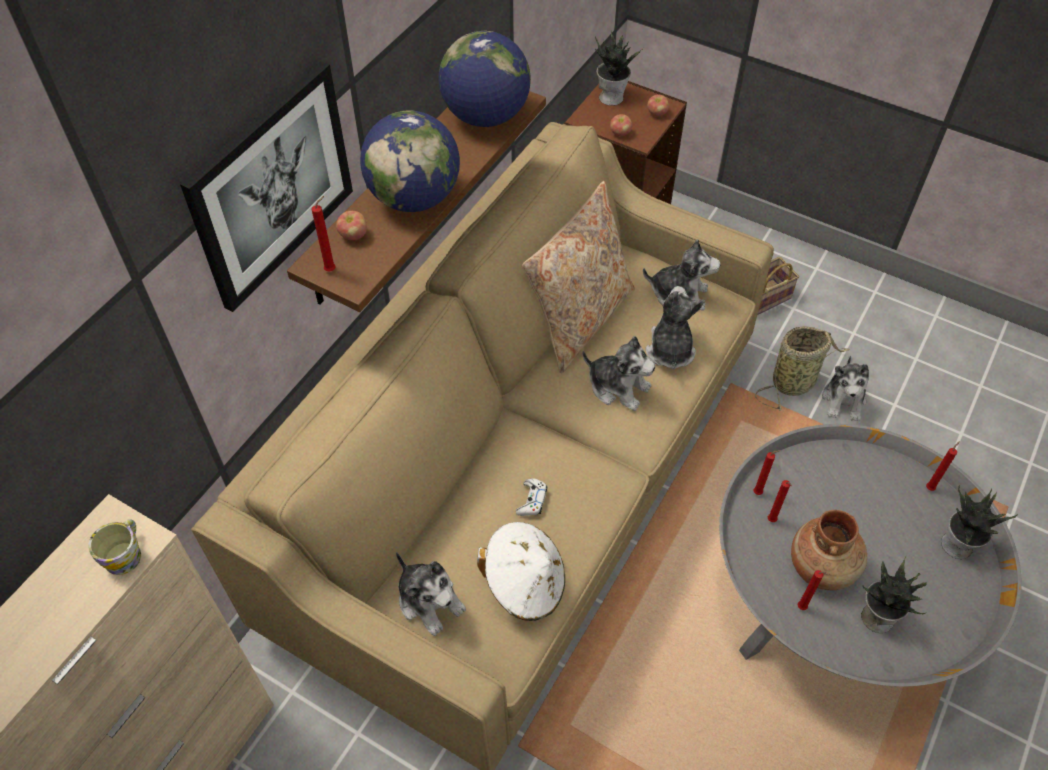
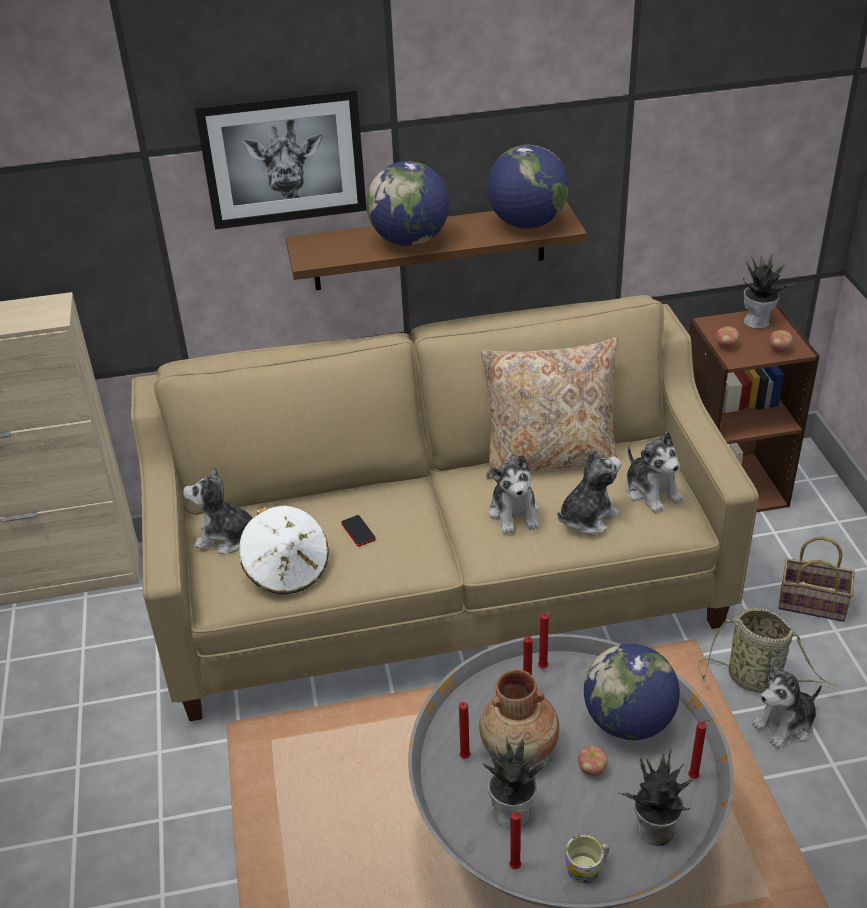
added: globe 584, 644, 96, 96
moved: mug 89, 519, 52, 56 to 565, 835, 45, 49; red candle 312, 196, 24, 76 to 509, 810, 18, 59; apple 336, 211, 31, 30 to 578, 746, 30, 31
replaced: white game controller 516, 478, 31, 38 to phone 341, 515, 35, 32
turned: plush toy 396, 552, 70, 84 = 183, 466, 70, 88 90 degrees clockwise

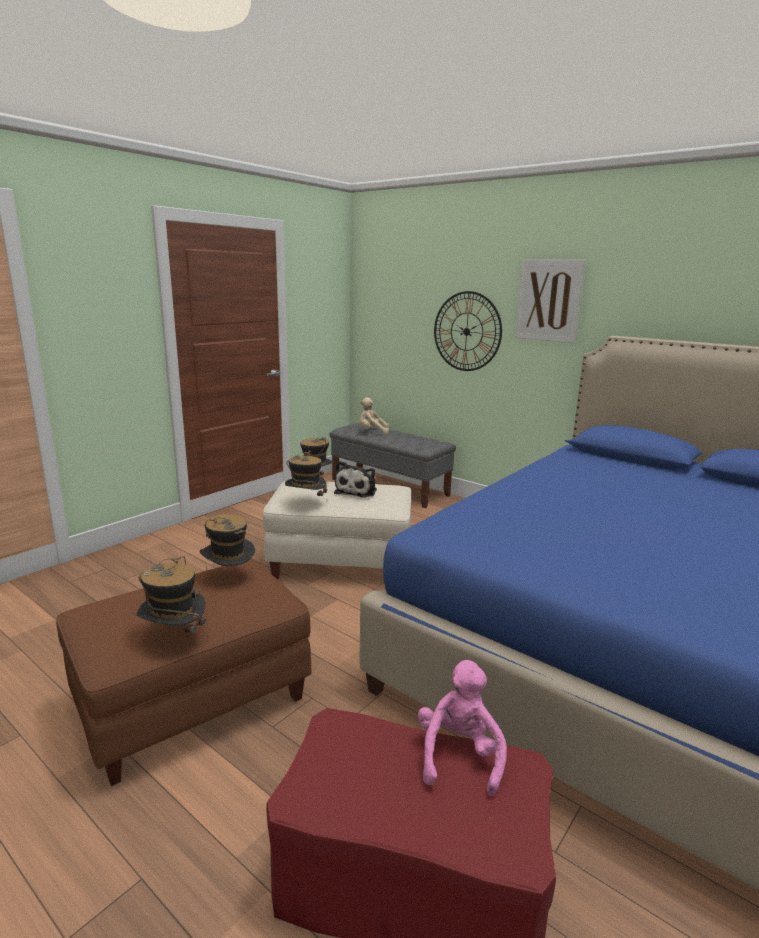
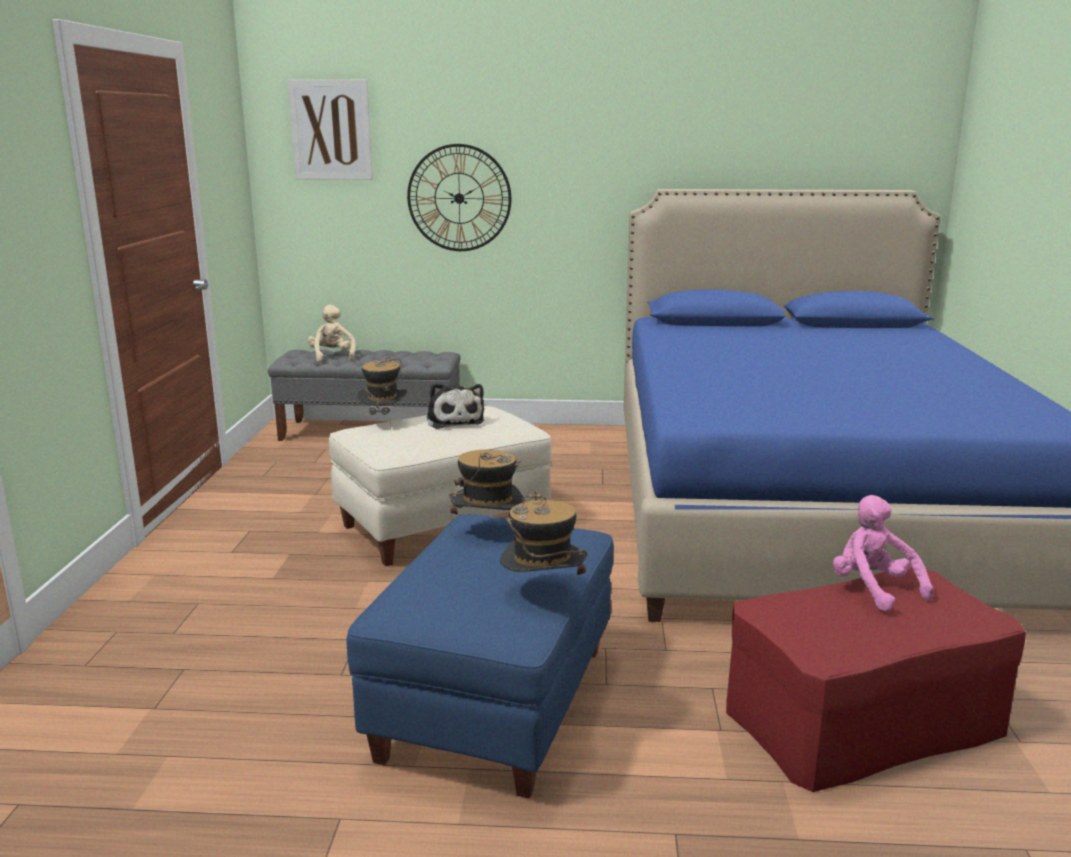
removed: hat 285, 451, 42, 45
moved: picture 515, 260, 71, 83 to 288, 80, 85, 100
recoloured: brown ottoman 56, 559, 255, 227 to blue ottoman 346, 514, 268, 285
turned: beige plush toy 359, 398, 31, 36 = 308, 305, 48, 57 105 degrees clockwise

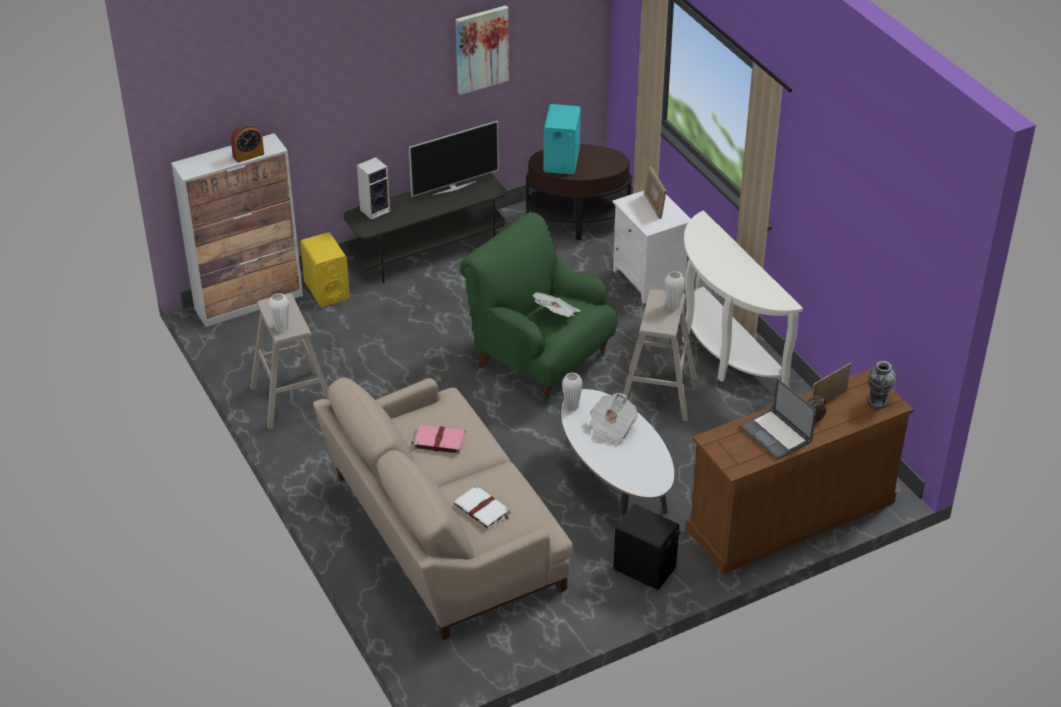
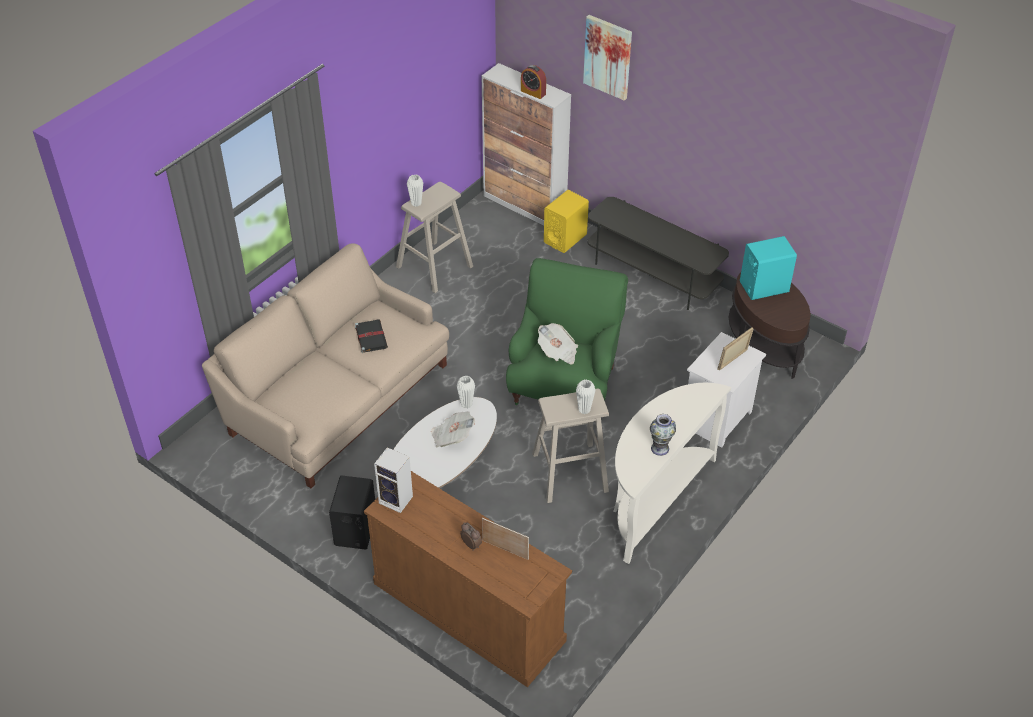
removed: television 409, 121, 90, 76; white book 454, 485, 57, 44; laptop 740, 378, 76, 82
moved: speaker 357, 157, 33, 63 to 374, 447, 39, 66; picture 456, 5, 53, 90 to 583, 15, 49, 86; vase 868, 361, 28, 48 to 650, 414, 26, 42
recoloured: pink book 411, 424, 55, 30 to black book 355, 320, 33, 33

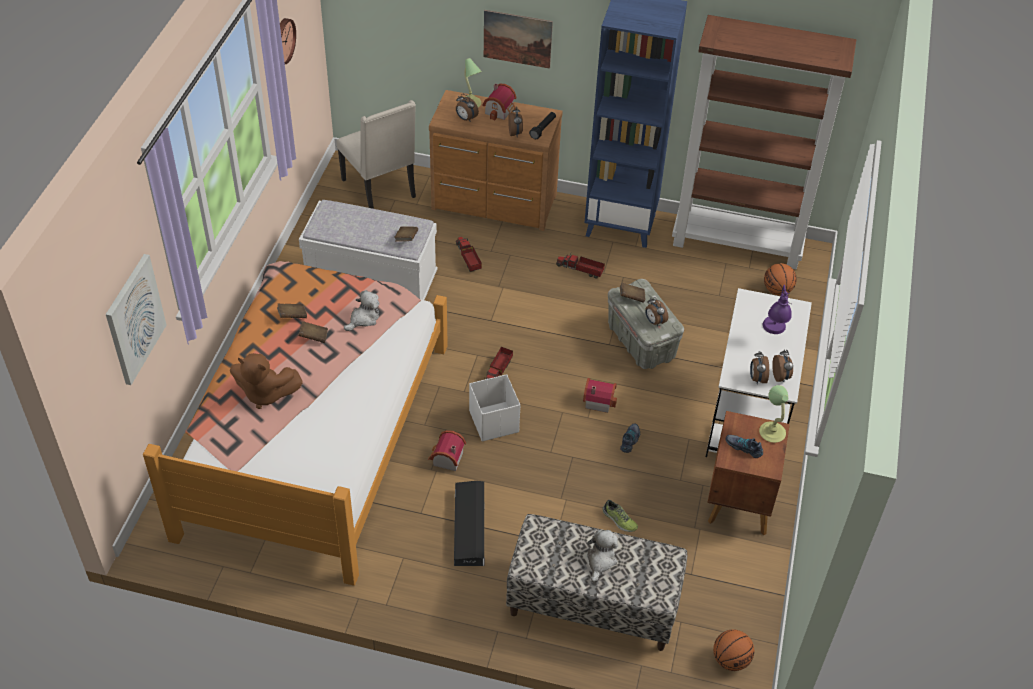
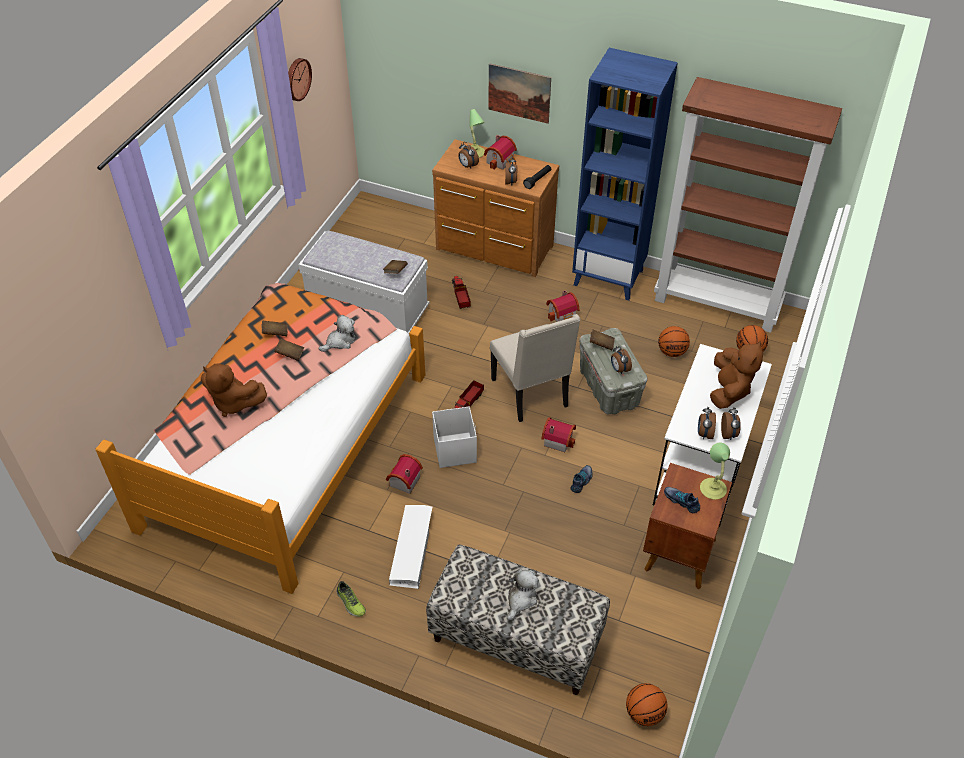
removed: picture 106, 254, 60, 131
added: basketball 658, 326, 32, 31
moved: beige chair 337, 100, 79, 109 to 490, 314, 90, 108; shoe 603, 500, 35, 32 to 337, 581, 29, 36
replaced: toy truck 556, 255, 49, 24 to toy house 546, 290, 34, 32; purple table lamp 763, 285, 29, 49 to brown plush toy 710, 341, 53, 68
recoloured: black storage box 454, 481, 30, 85 to white storage box 389, 505, 43, 84

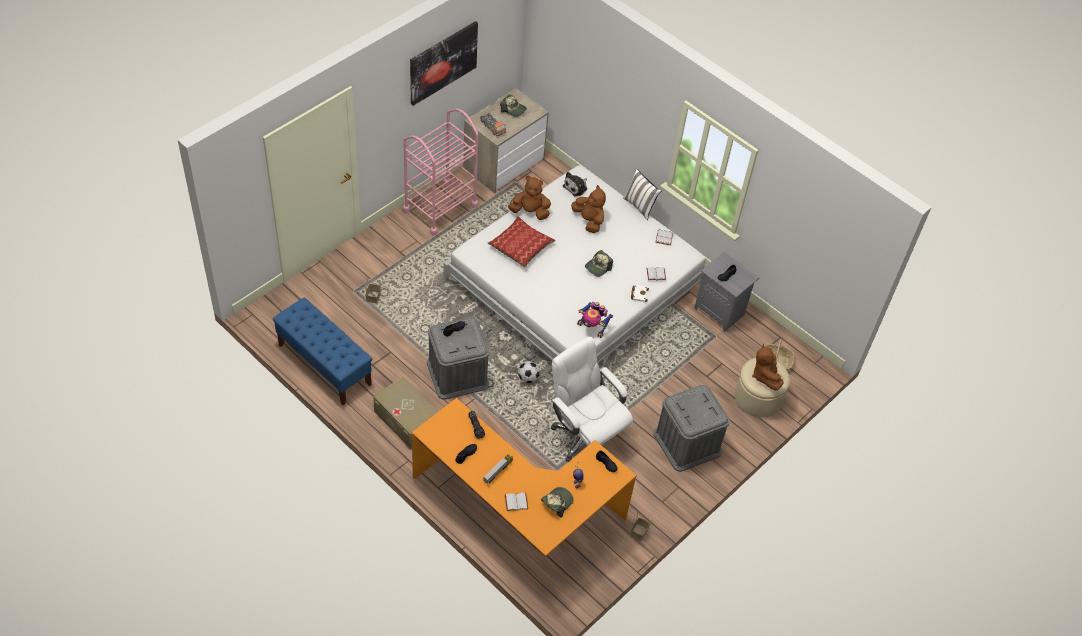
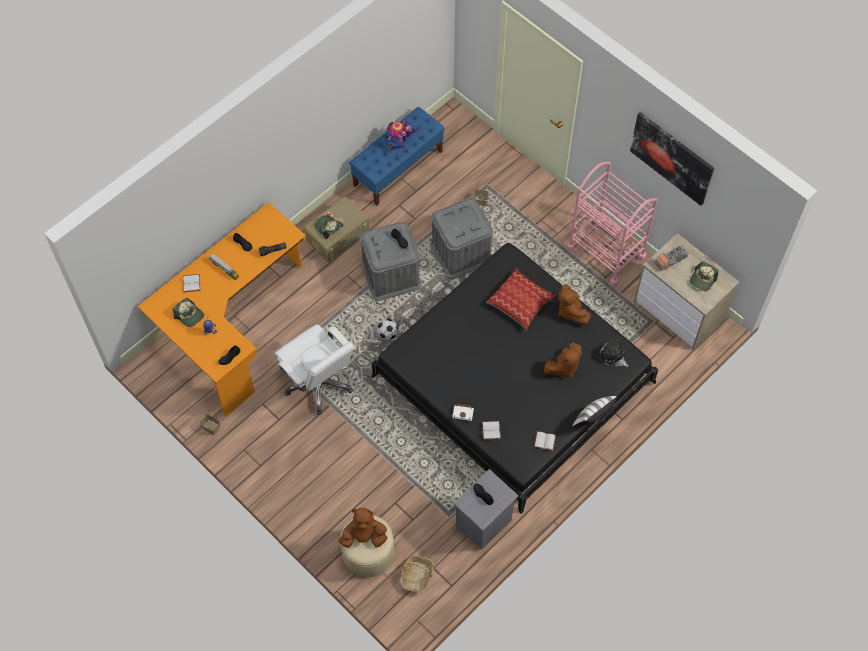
moved: toy robot 577, 301, 36, 37 to 387, 119, 32, 32; cap 585, 250, 28, 27 to 315, 215, 28, 24; grey storage box 653, 385, 77, 87 to 430, 198, 63, 81
recoloured: white bed 442, 165, 264, 198 to black bed 371, 243, 288, 271
turned: brown plush toy 508, 176, 43, 44 = 558, 284, 33, 41 150 degrees clockwise; white office chair 551, 336, 82, 126 = 275, 324, 80, 91 90 degrees clockwise

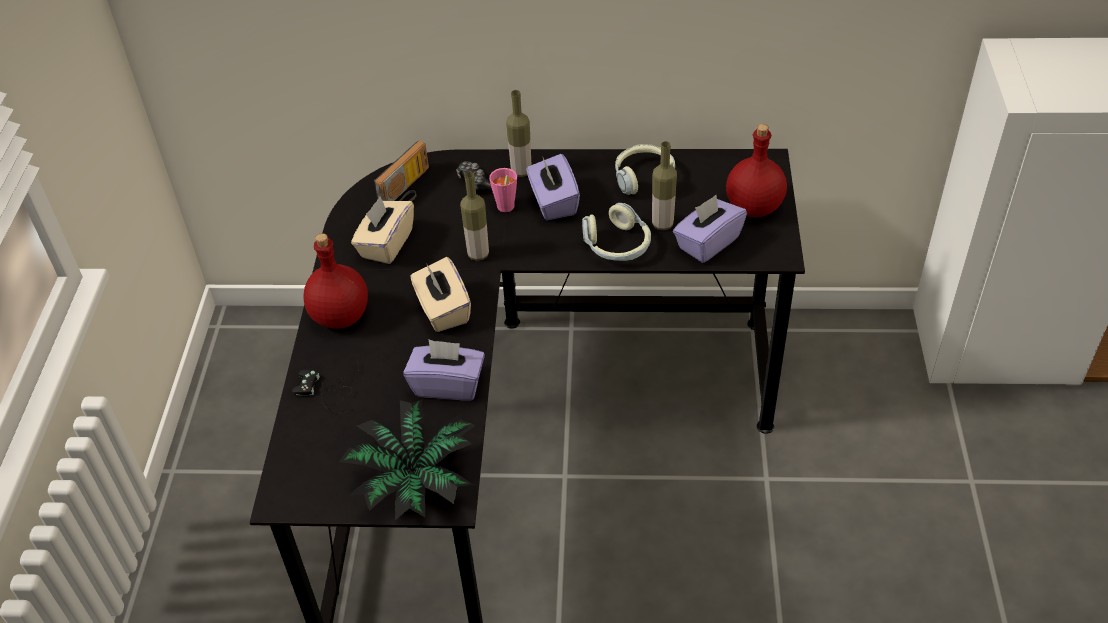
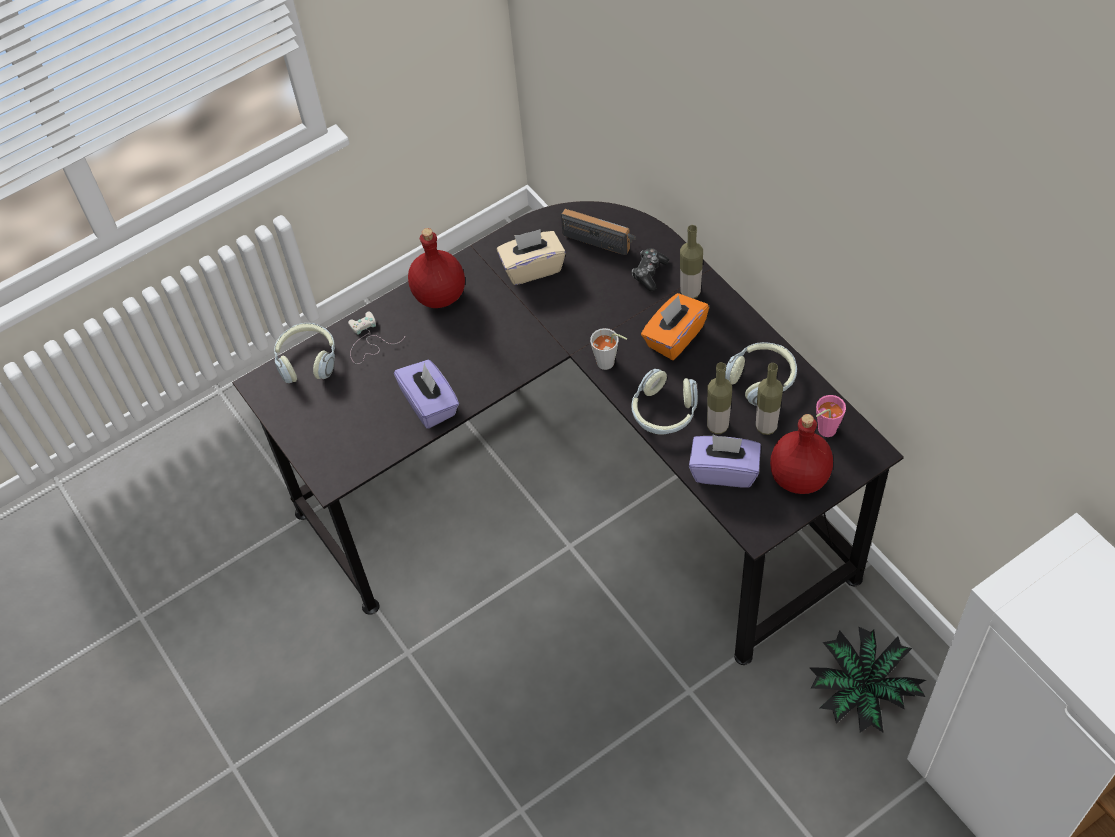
removed: beige tissue box 410, 257, 61, 75
added: headphones 274, 323, 61, 60; grey cup 590, 328, 37, 42
moved: potted plant 339, 400, 137, 120 to 809, 626, 117, 106; bottle 460, 172, 29, 89 to 756, 363, 27, 72; pink cup 489, 168, 28, 44 to 816, 395, 30, 42
recoloured: black game controller 292, 360, 67, 53 to white game controller 348, 311, 58, 53; purple tissue box 527, 154, 53, 66 to orange tissue box 641, 293, 68, 67
turned: radio 374, 141, 55, 60 = 561, 209, 75, 46 150 degrees counterclockwise

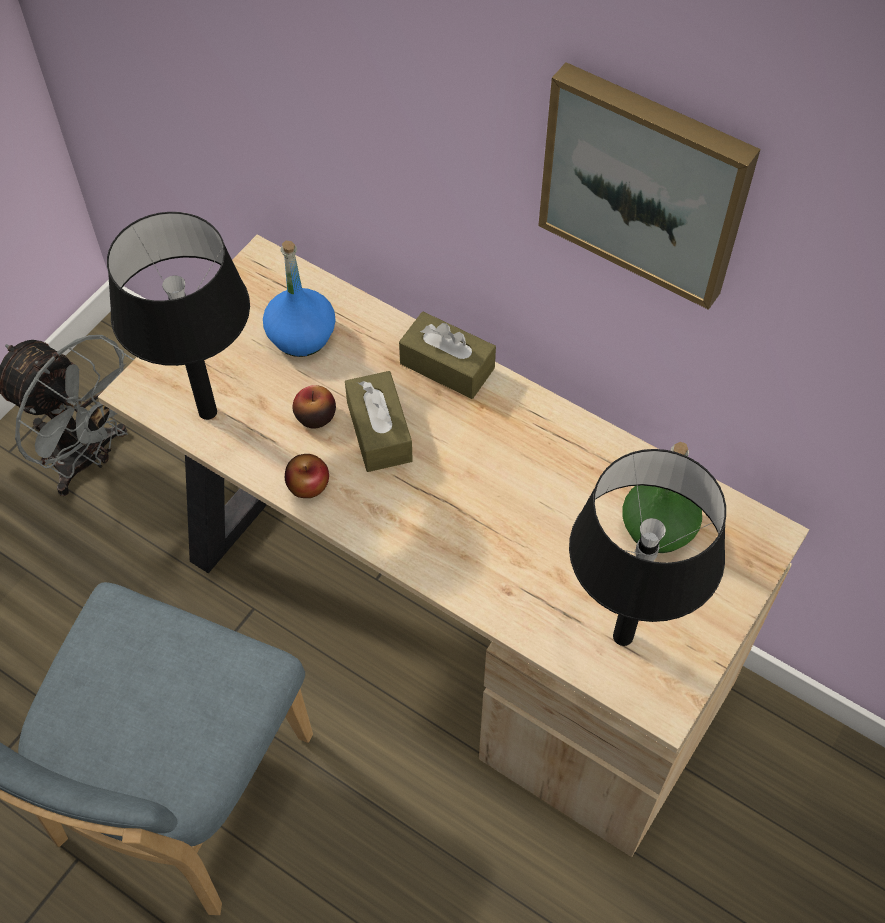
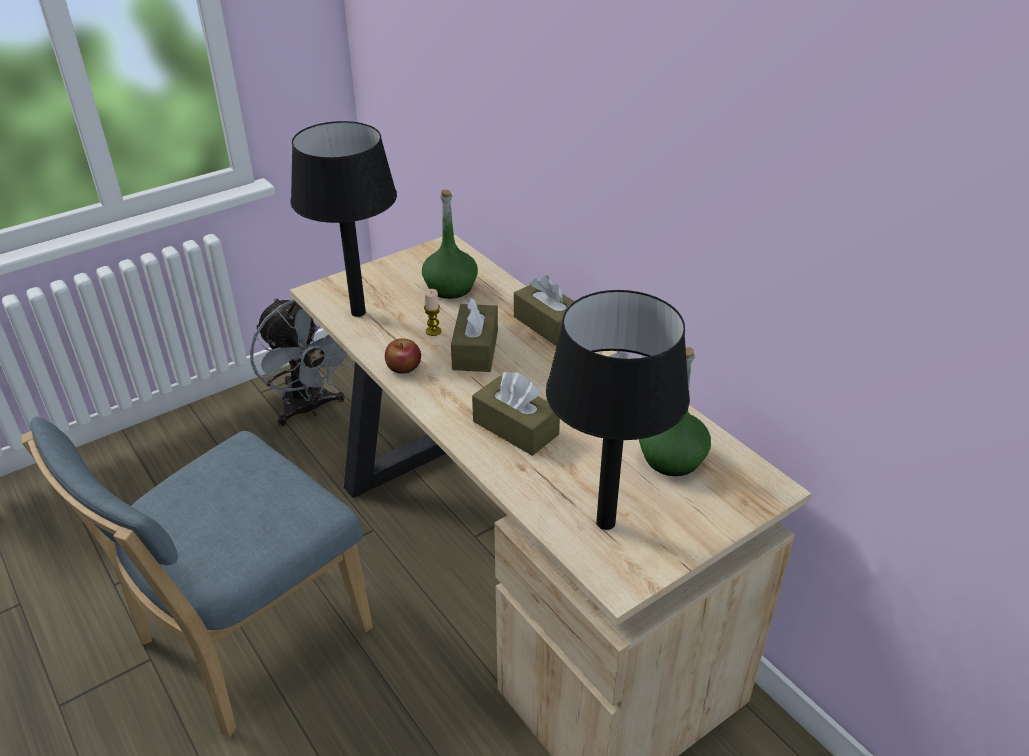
removed: picture 538, 62, 222, 248
added: brown tissue box 472, 372, 88, 84
replaced: apple 292, 385, 44, 44 to candle 424, 289, 17, 47
recoloured: blue bottle 263, 241, 73, 116 to green bottle 422, 189, 56, 110

